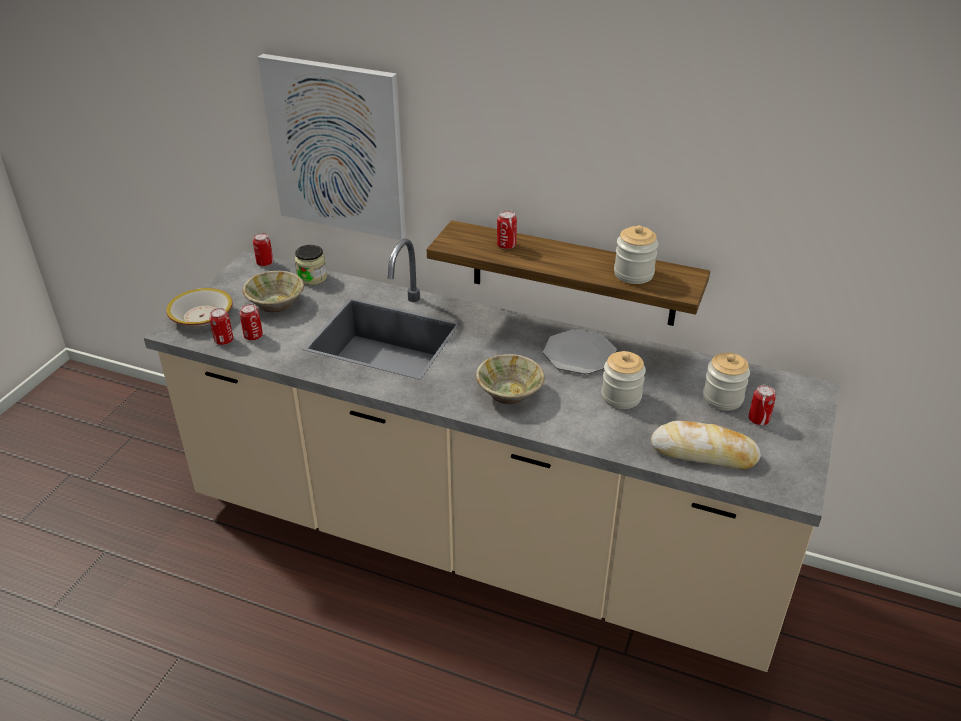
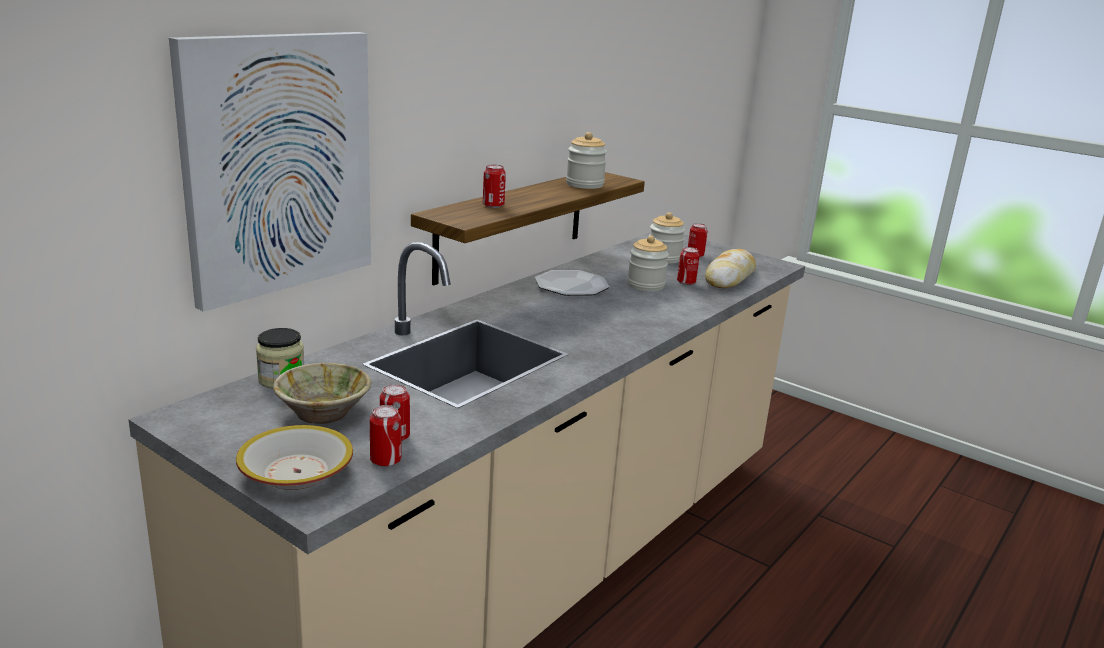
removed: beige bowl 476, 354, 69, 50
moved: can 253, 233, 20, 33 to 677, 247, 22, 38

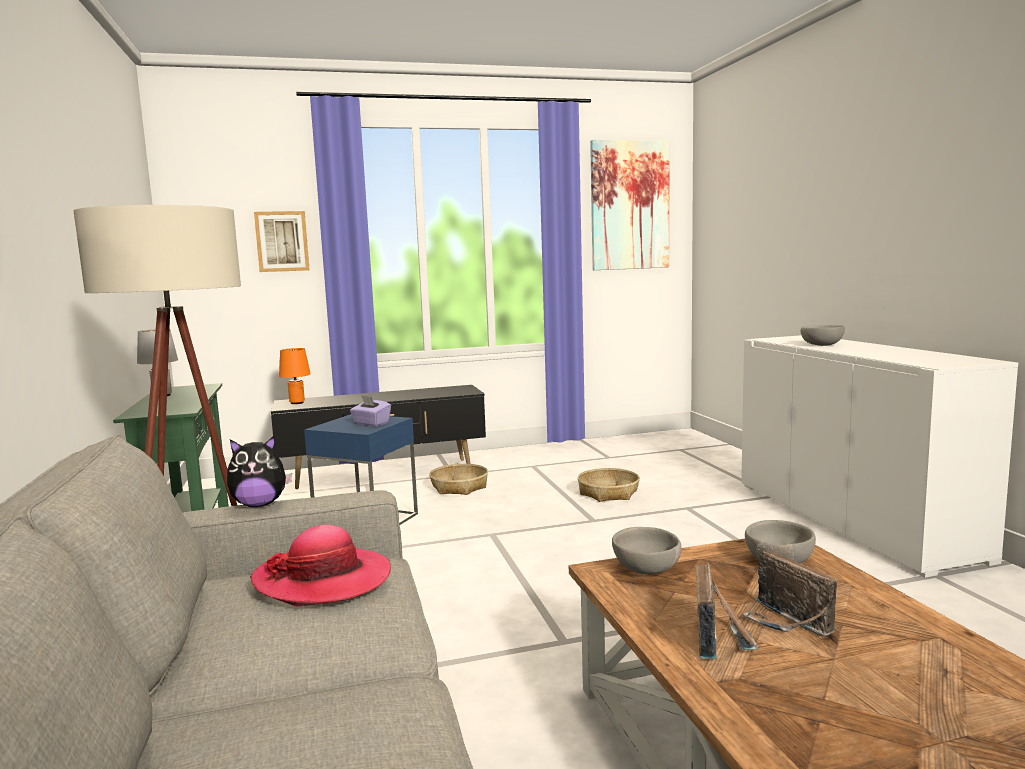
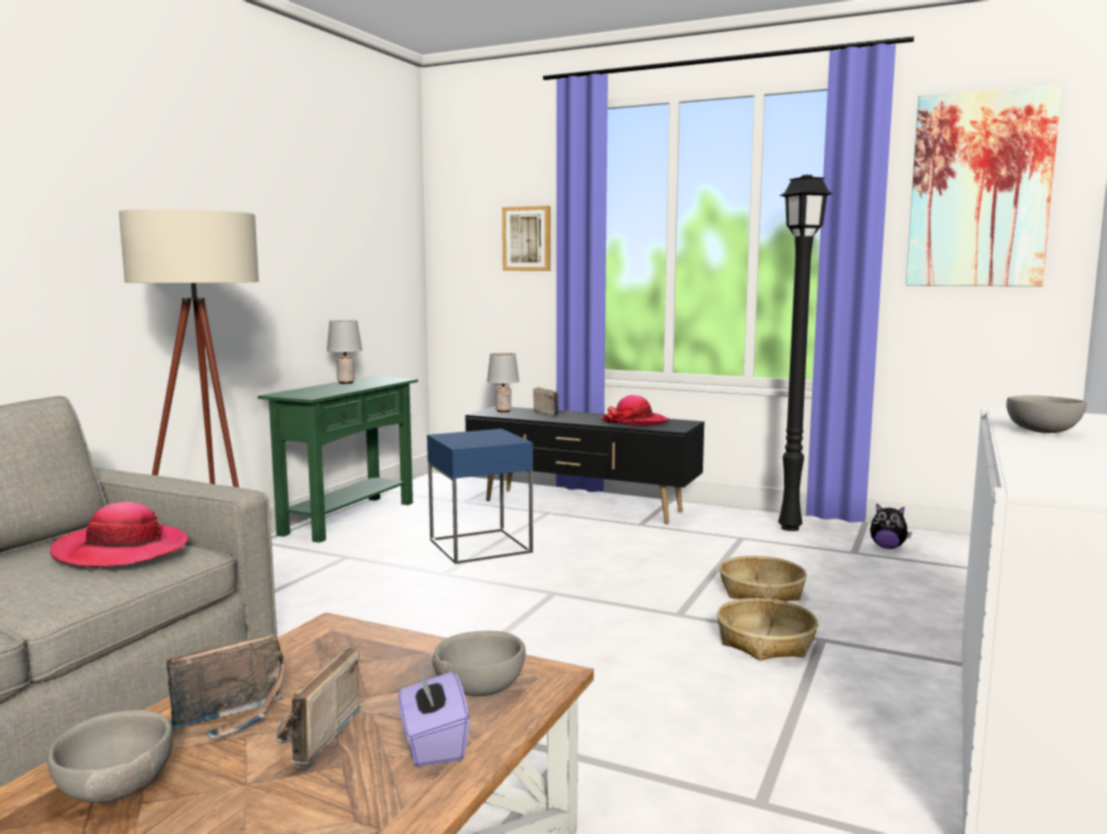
added: radio 533, 387, 36, 30; hat 600, 395, 70, 31; black floor lamp 778, 175, 55, 356
moved: plush toy 227, 436, 65, 71 to 870, 503, 42, 46; purple tissue box 350, 395, 41, 31 to 398, 665, 72, 102; basket 429, 464, 59, 31 to 717, 598, 101, 63; grey bowl 612, 527, 70, 47 to 47, 710, 126, 93
recoloured: orange table lamp 279, 348, 32, 56 to grey table lamp 487, 353, 32, 59

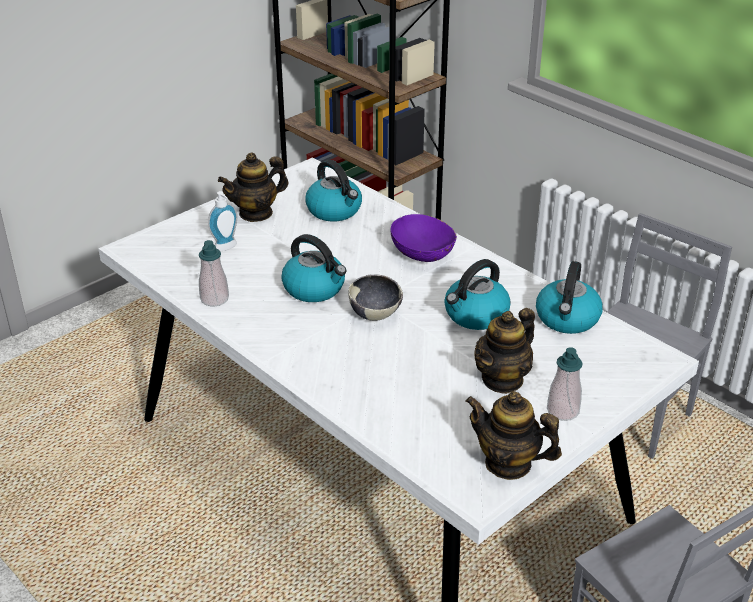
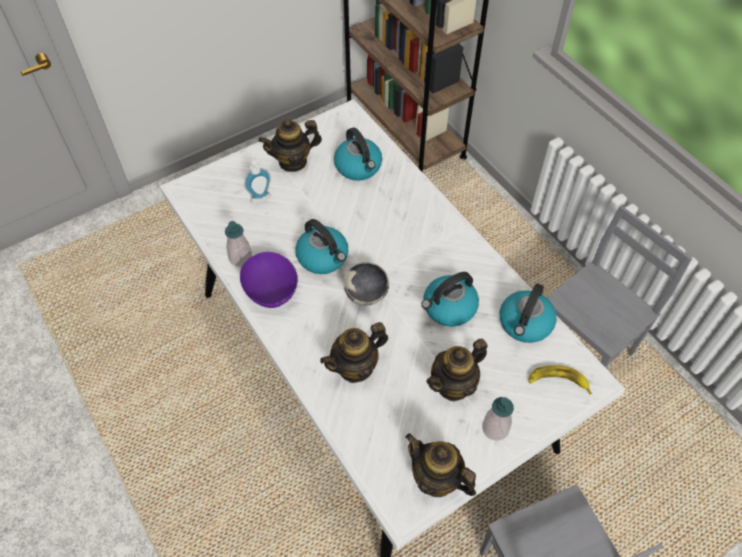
added: teapot 320, 322, 68, 61; banana 528, 366, 64, 28
moved: purple bowl 391, 214, 66, 48 to 240, 252, 58, 56

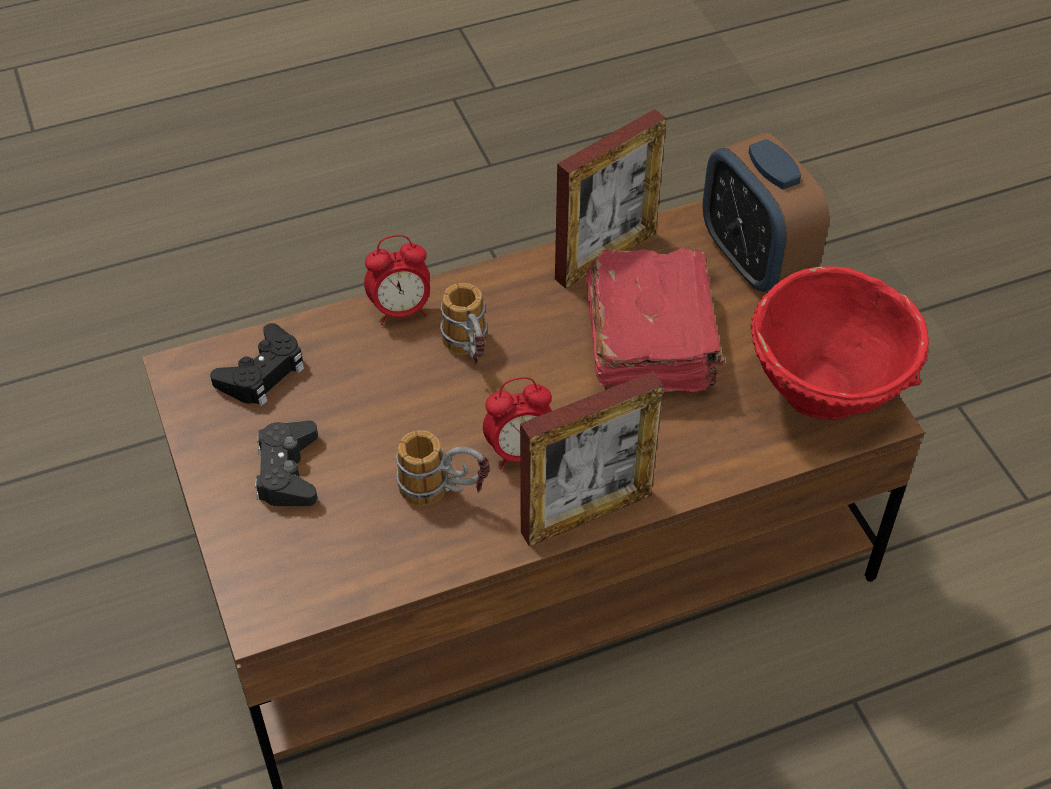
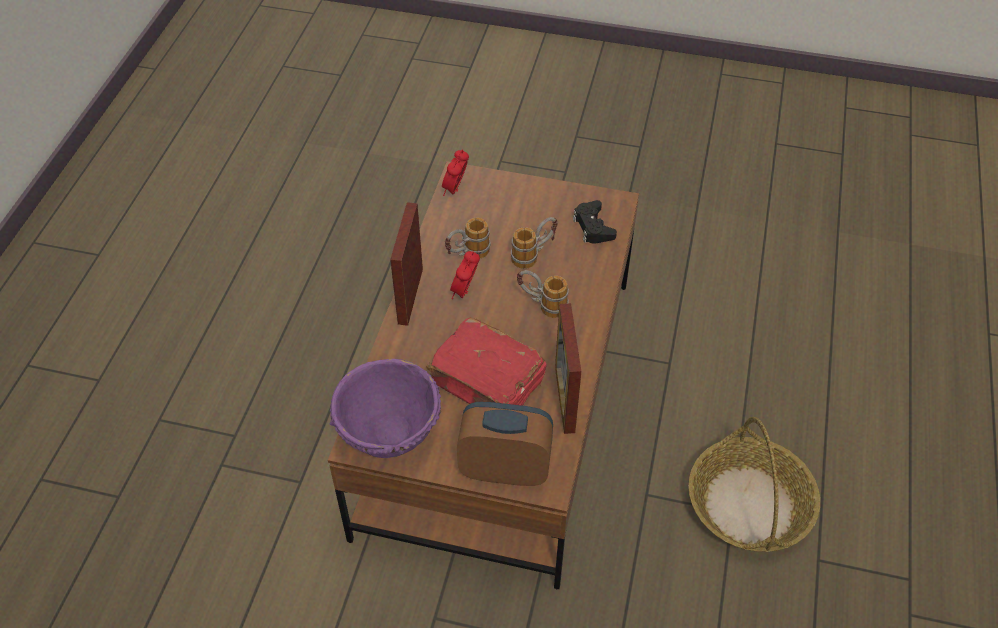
removed: black game controller 255, 420, 63, 86
added: mug 511, 217, 47, 52; basket 688, 417, 132, 135
moved: alarm clock 364, 235, 66, 90 to 442, 149, 27, 47
recoloured: red bowl 750, 266, 179, 154 to purple bowl 330, 359, 111, 99

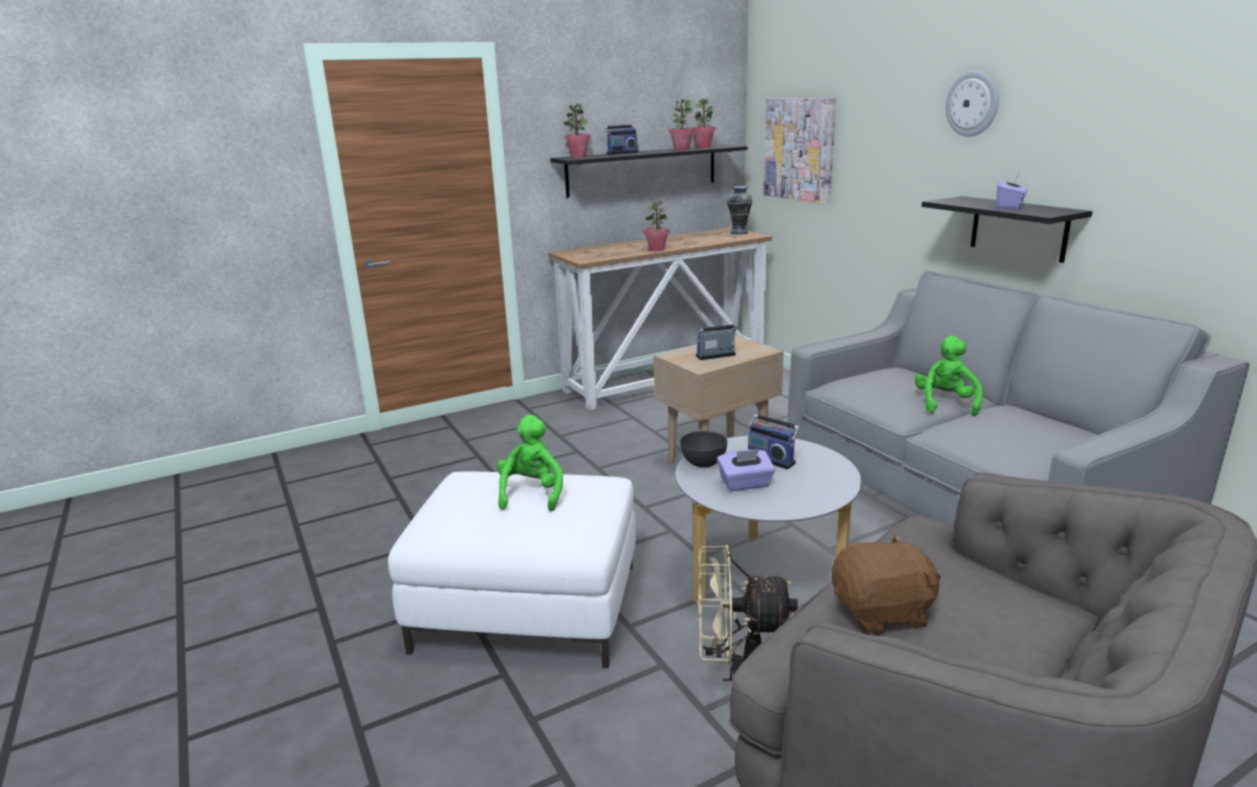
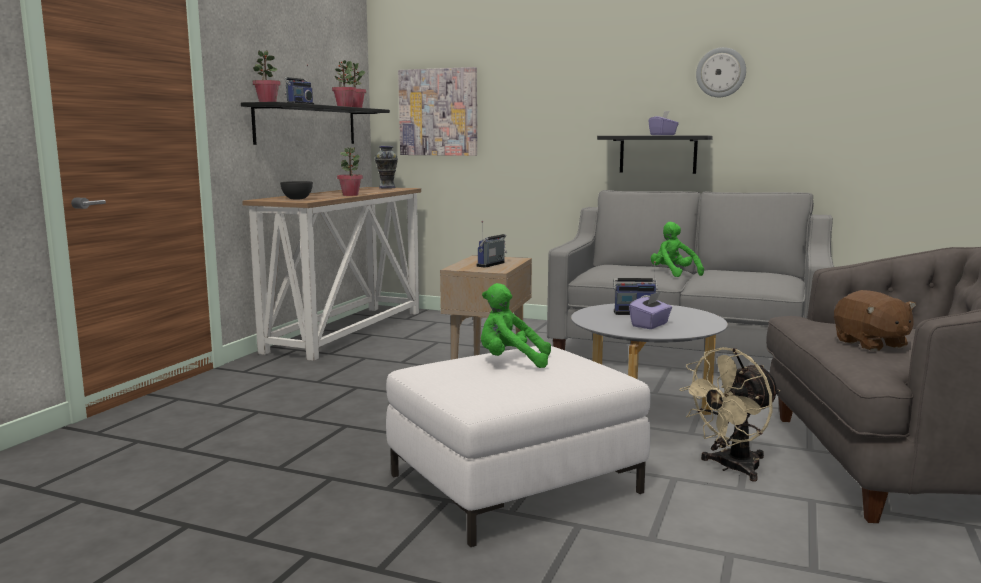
moved: grey bowl 680, 431, 47, 37 to 280, 181, 33, 19; wall clock 945, 70, 54, 67 to 696, 47, 50, 50
turned: green plush toy 496, 415, 67, 96 = 481, 283, 70, 85 45 degrees counterclockwise; brown plush toy 831, 535, 109, 99 = 834, 290, 82, 61 120 degrees clockwise

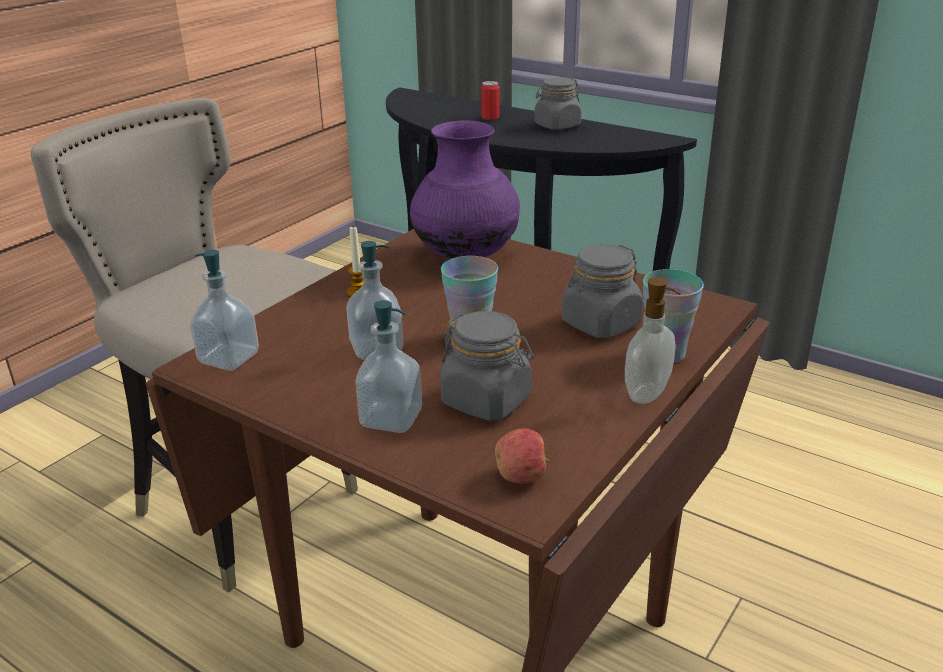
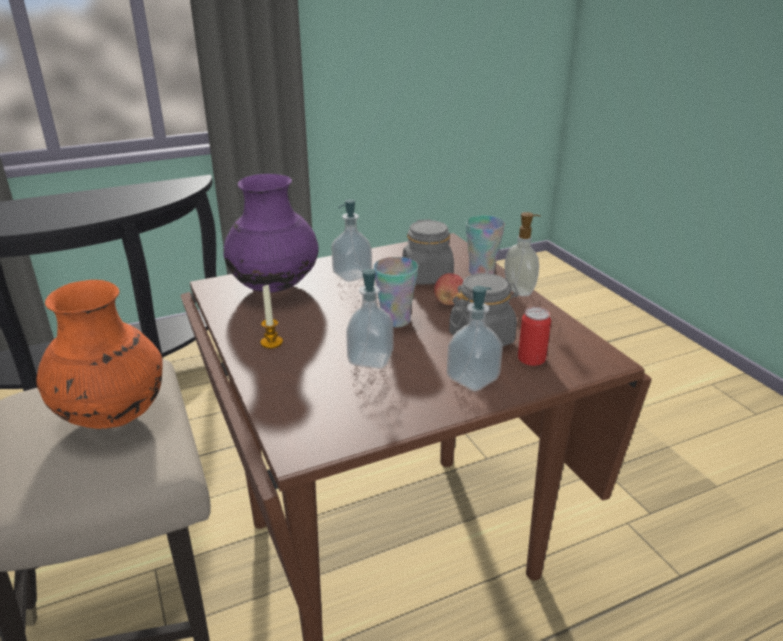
removed: grey jar 534, 77, 48, 53
added: orange vase 36, 280, 127, 149
moved: soap dispenser 190, 250, 69, 121 to 331, 199, 41, 83; can 481, 81, 19, 39 to 518, 307, 33, 59; apple 495, 428, 54, 56 to 434, 273, 29, 32

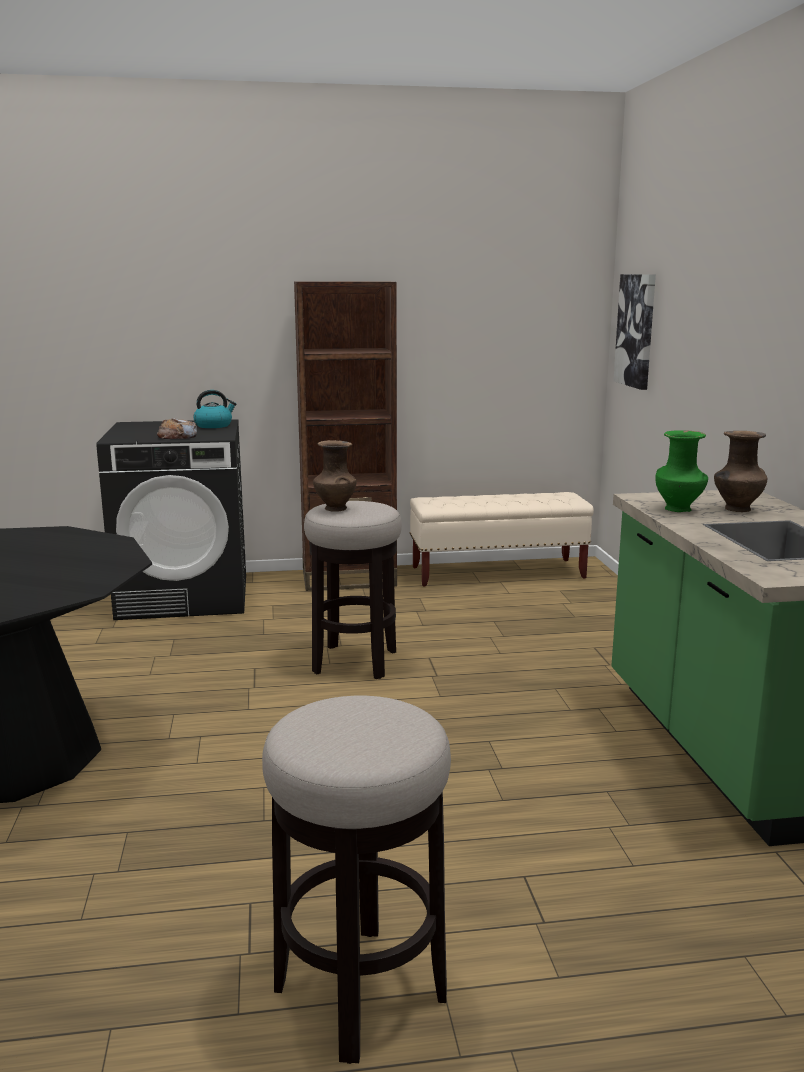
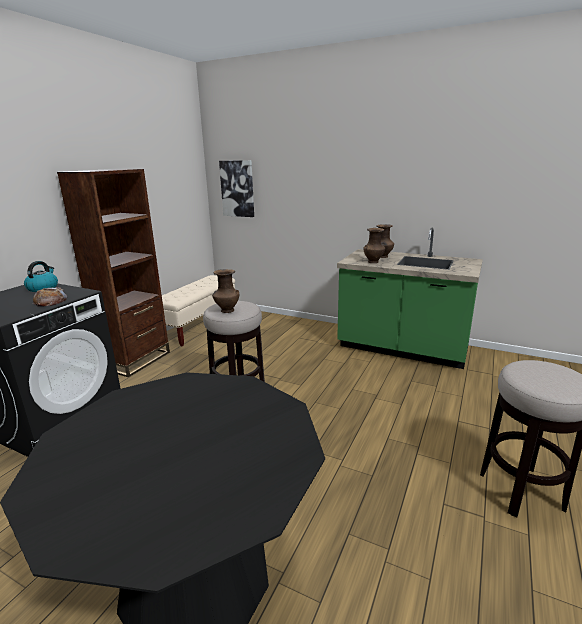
recoloured: green vase 655, 430, 53, 82 to brown vase 364, 228, 21, 35

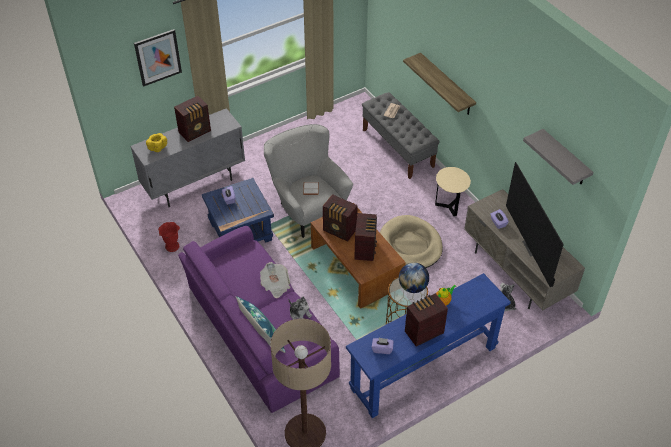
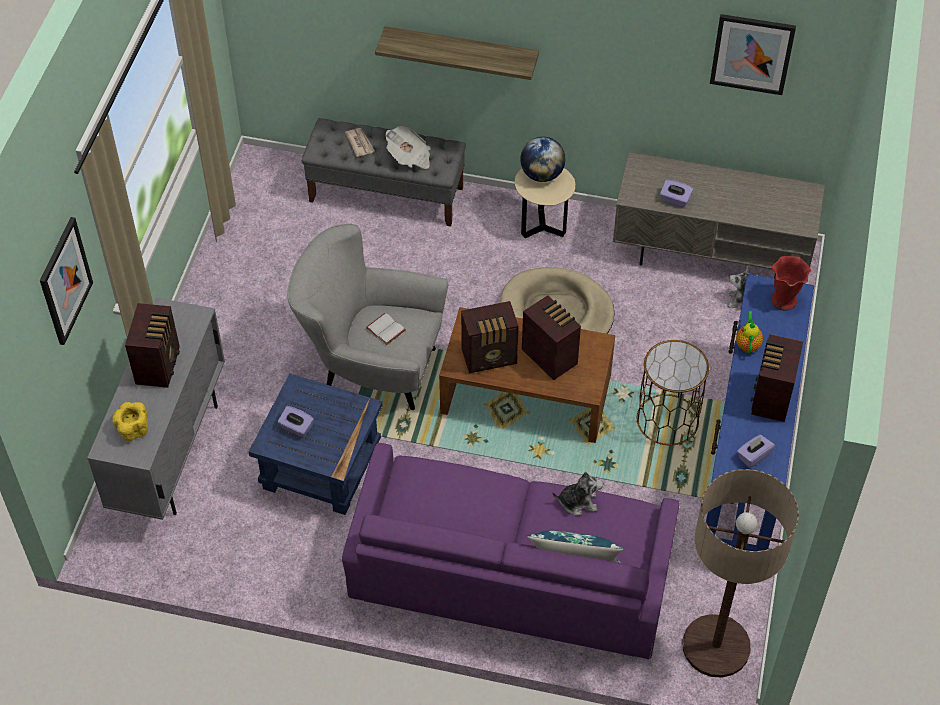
removed: television 506, 162, 58, 125
moved: red vase 158, 222, 22, 30 to 771, 256, 40, 55; newspaper 260, 262, 31, 36 to 385, 126, 45, 43; globe 399, 263, 30, 30 to 520, 137, 45, 45
replaced: grey shelf 523, 129, 71, 56 to picture 710, 14, 86, 81

